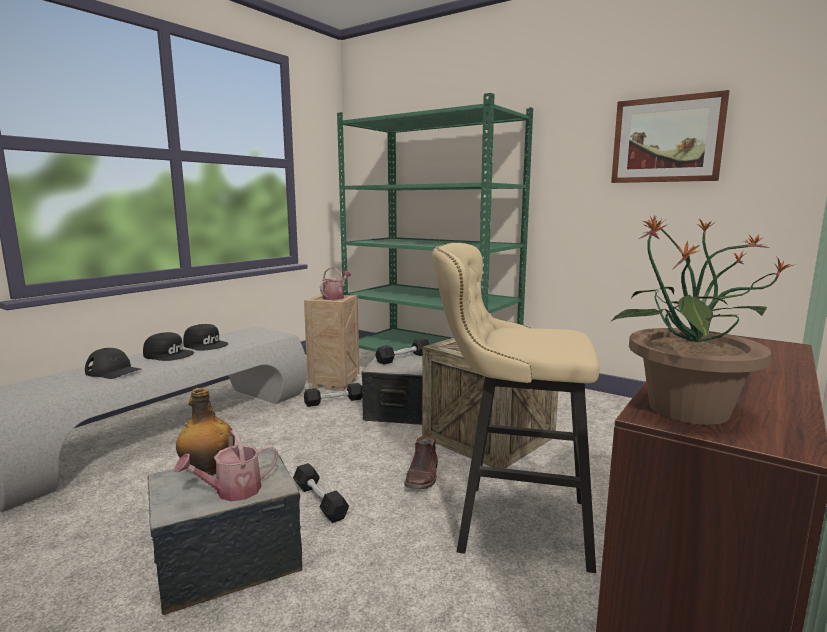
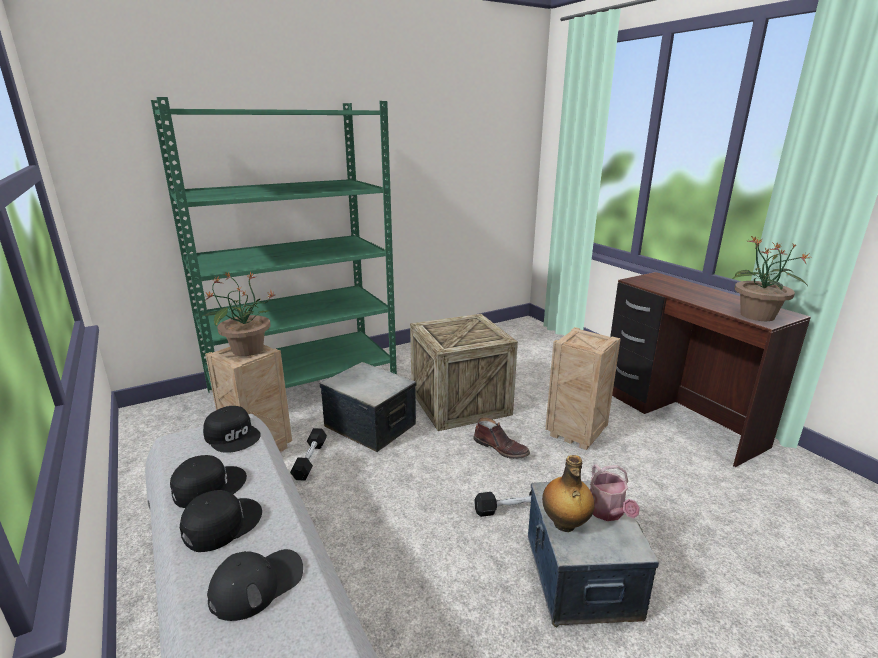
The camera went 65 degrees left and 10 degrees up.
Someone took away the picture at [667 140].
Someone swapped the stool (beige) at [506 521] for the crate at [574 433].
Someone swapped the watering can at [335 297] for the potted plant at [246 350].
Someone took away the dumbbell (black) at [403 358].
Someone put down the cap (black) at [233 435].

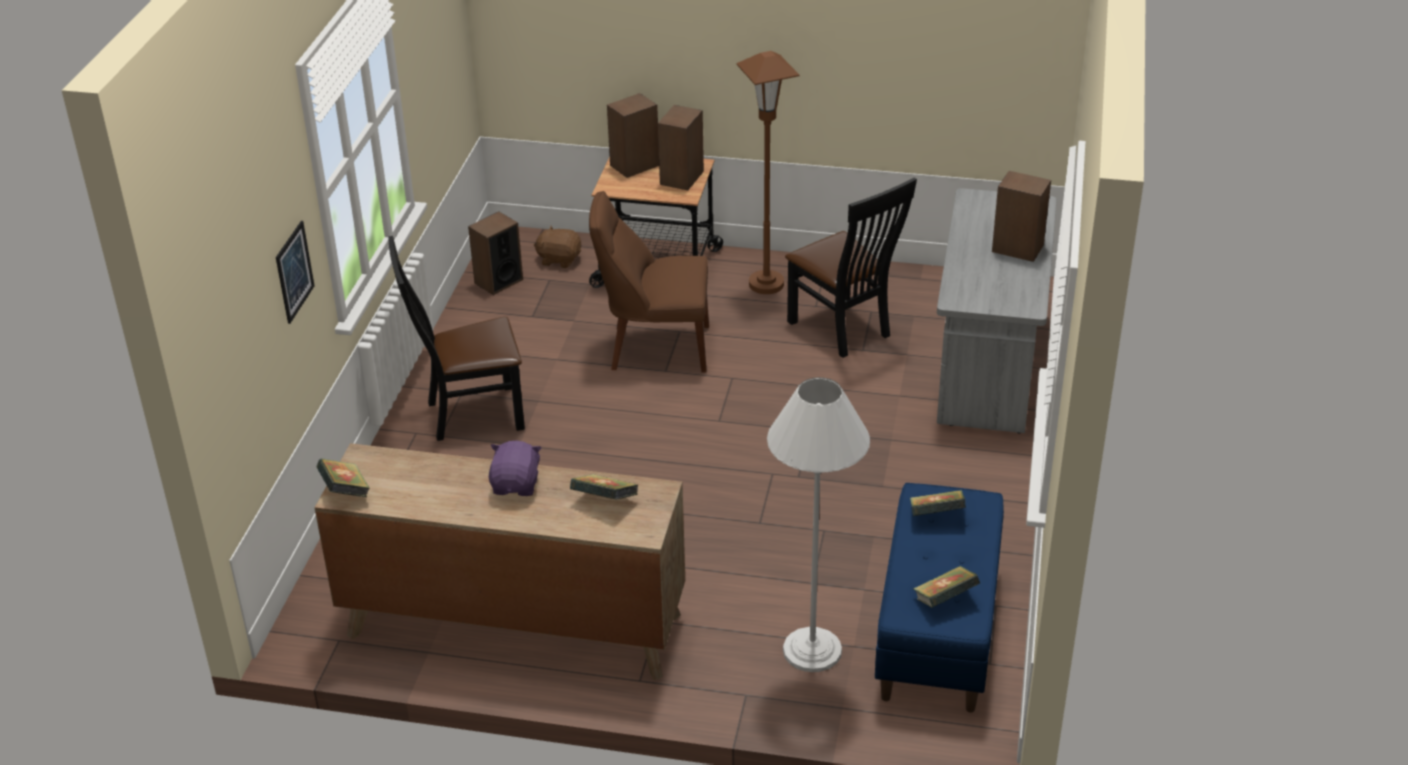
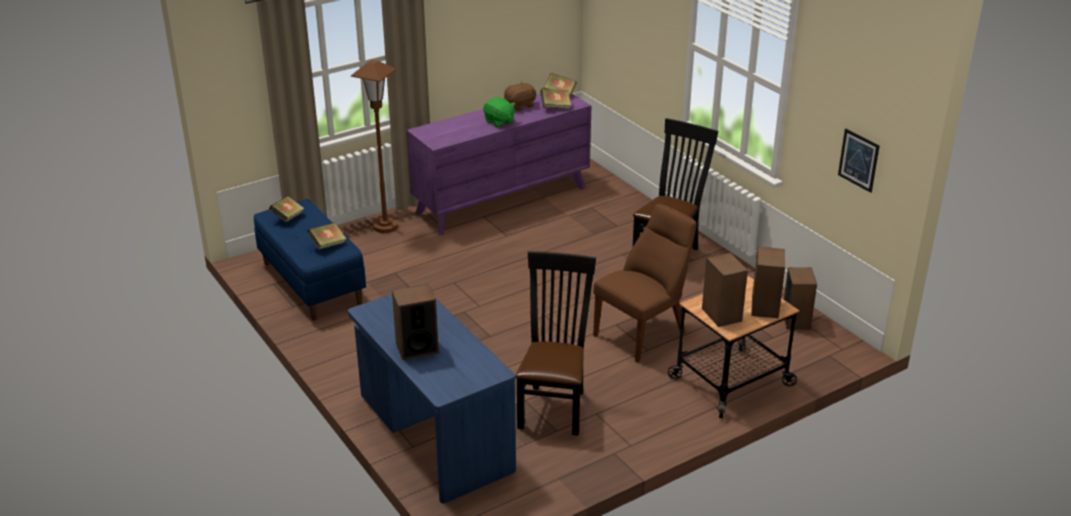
The camera went 135 degrees right and 5 degrees down.
Someone carried the floor lamp (brown) from [766 284] to [385 226].
Someone rotated the chair (black) at [844 330] by 90 degrees clockwise.
Someone repainted the desk (grey) at [989 366], which became the desk (blue) at [433 435].
Someone carried the picture from [294 272] to [858 160].
Someone carried the plush toy (brown) from [559 259] to [520 106].
Someone took away the floor lamp (white) at [812 650].
Someone repainted the plush toy (purple) at [516 485], which became the plush toy (green) at [499 121].
Someone repainted the dresser (brown) at [513 625], which became the dresser (purple) at [502 200].
Someone carried the book from [605 501] to [555 107].

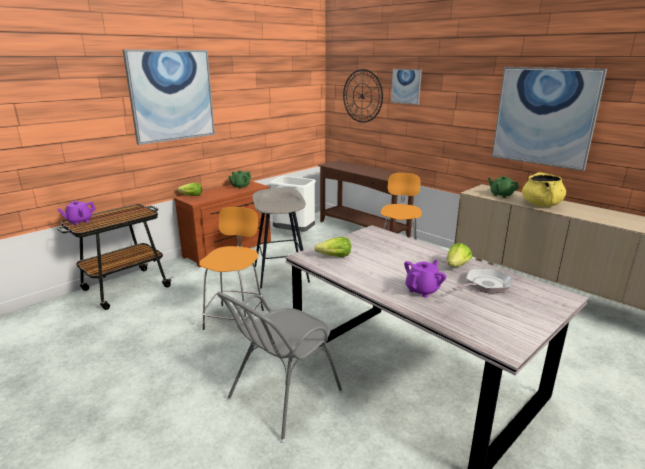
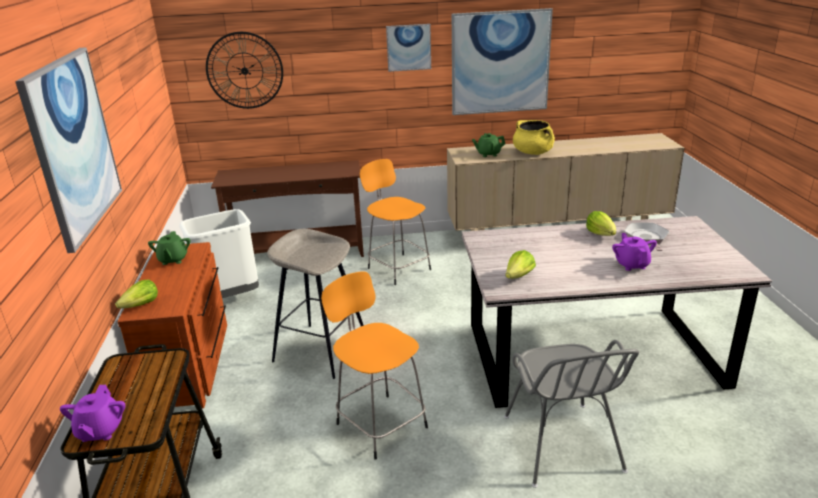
The camera went 50 degrees left and 5 degrees up.
Someone carried the picture from [406 86] to [408 47].

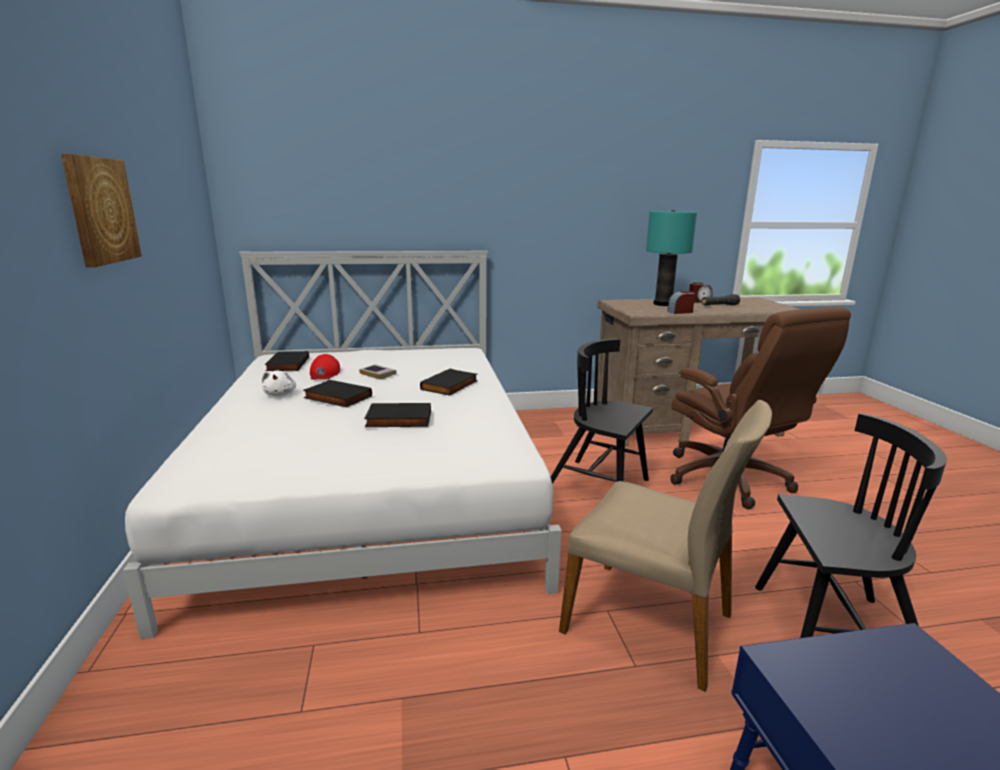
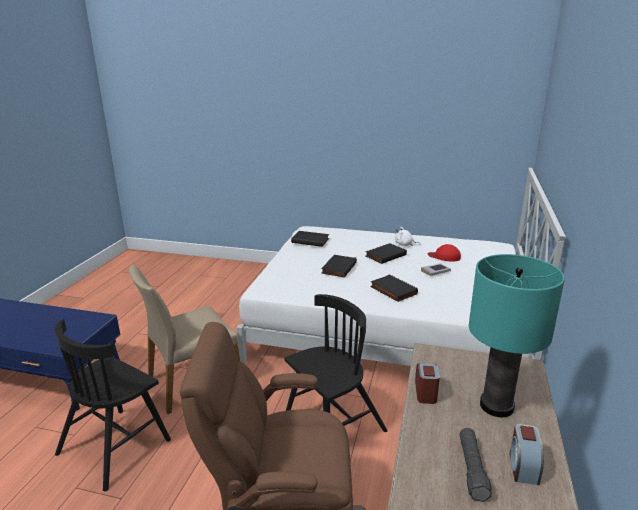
The camera went 115 degrees right and 5 degrees up.
Someone took away the picture at [100 210].
Someone carried the book (black) from [287 364] to [310 240].

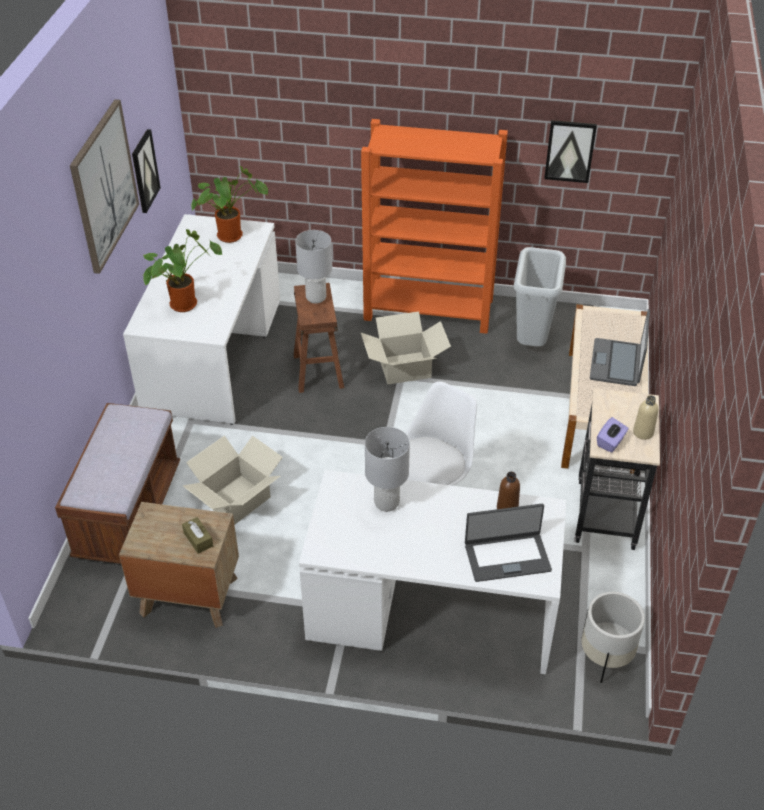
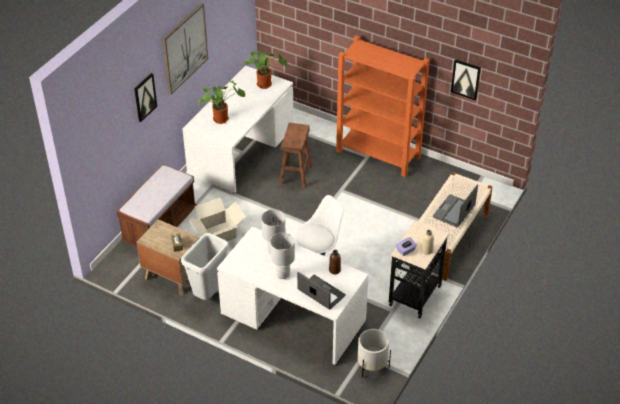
The camera went 20 degrees right and 0 degrees up.
Someone carried the picture from [144 171] to [144 97].
Someone carried the table lamp (grey) from [316 299] to [283 275].
Someone carried the trash can (grey) from [532 342] to [209 295].
Someone took away the cardboard box at [404 367].
Someone rotated the laptop at [507 557] by 150 degrees counterclockwise.

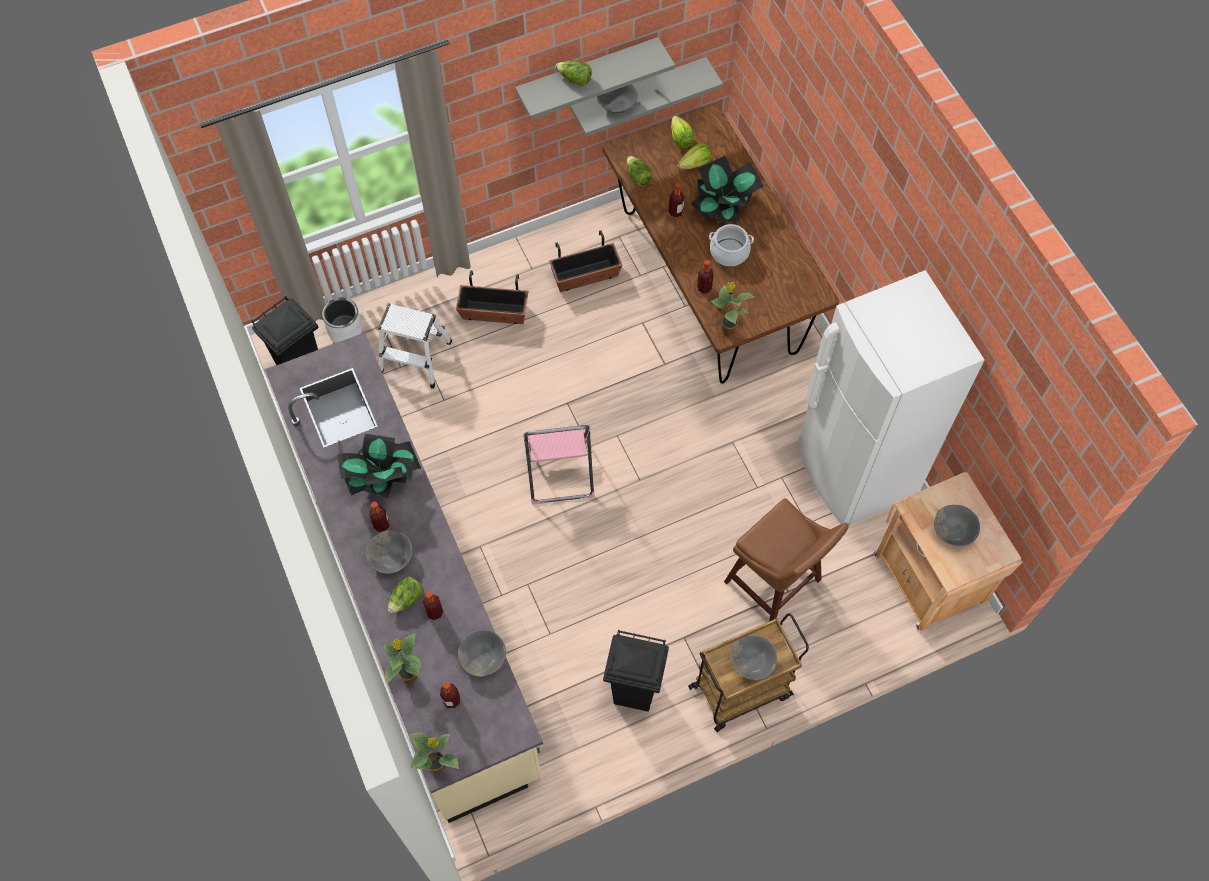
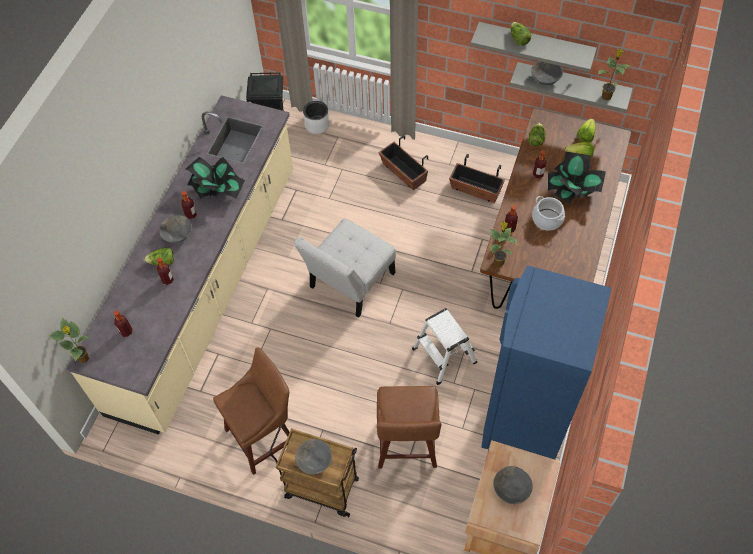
The camera went 45 degrees right and 5 degrees down.
Someone repainted the fridge (white) at [854 472], which became the fridge (blue) at [524 423].
Someone carried the step ladder (white) from [415 357] to [444 355].
Someone swapped the step ladder (pink) at [559 473] for the chair (white) at [349 283].
Someone took away the bowl (grey) at [483 657].
Someone swapped the trash can (black) at [635 692] for the chair (brown) at [265 435].
Someone carried the potted plant from [409 675] to [606 96].

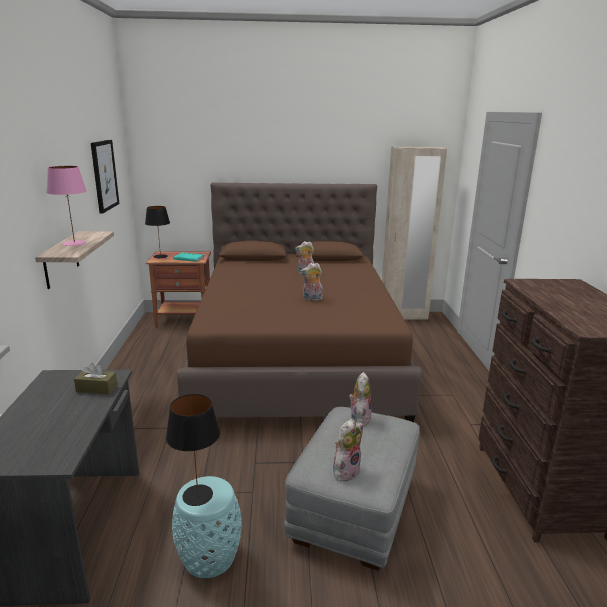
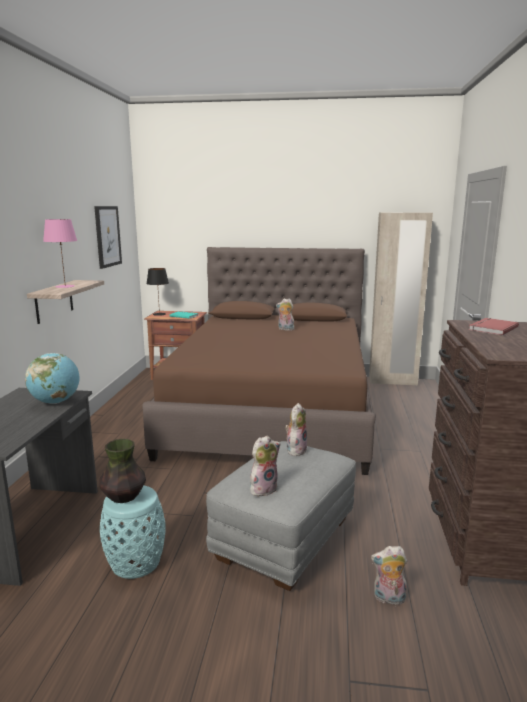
The camera went 10 degrees right and 5 degrees down.
Someone carried the plush toy from [312 299] to [388 599].
Someone swapped the tissue box (brown) at [97 388] for the globe at [56 402].
Someone swapped the table lamp (black) at [198 495] for the vase at [124 497].
Someone put down the book (red) at [491 328].

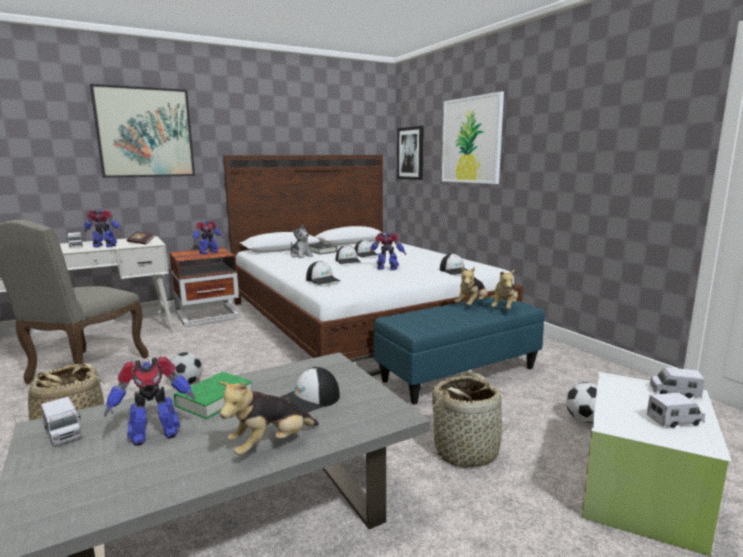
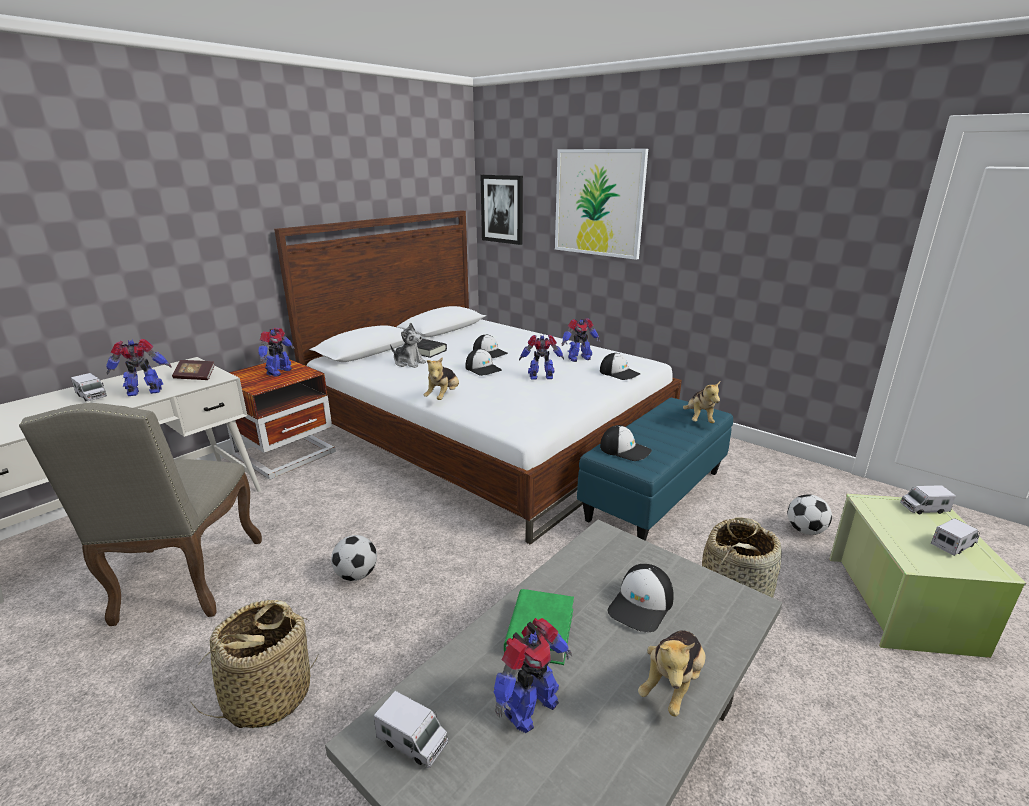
The camera went 20 degrees left and 10 degrees up.
Someone took away the picture at [145 133].
Someone carried the cap from [323 280] to [625 450].
Someone carried the plush toy from [472 305] to [443 396].
Someone repainted the storage box (white) at [643 491], which became the storage box (green) at [903 602].
Someone put down the toy robot at [578 358].

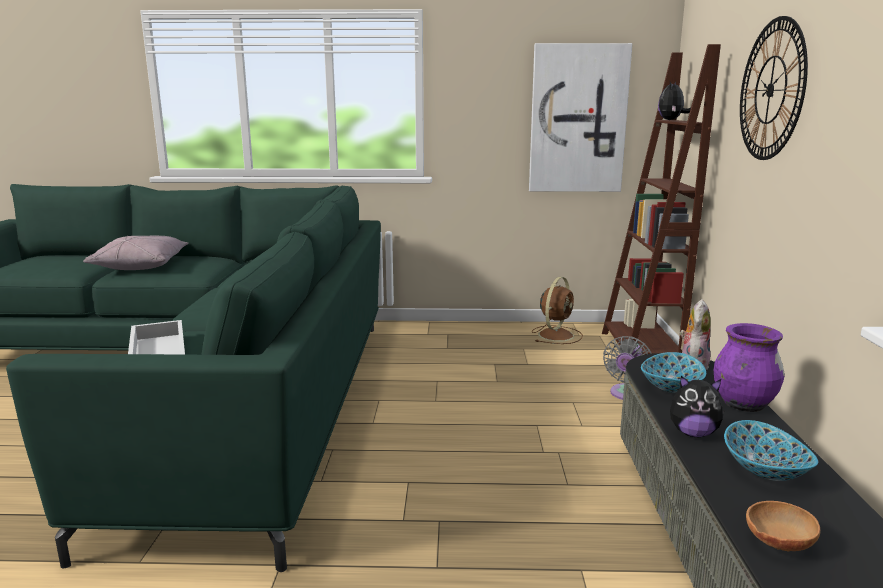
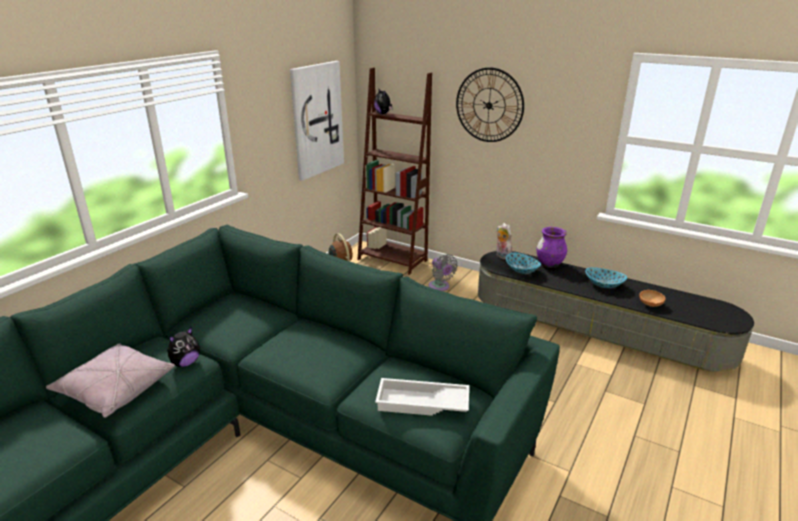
The camera went 60 degrees left and 10 degrees up.
Someone carried the plush toy from [693 433] to [185 363].

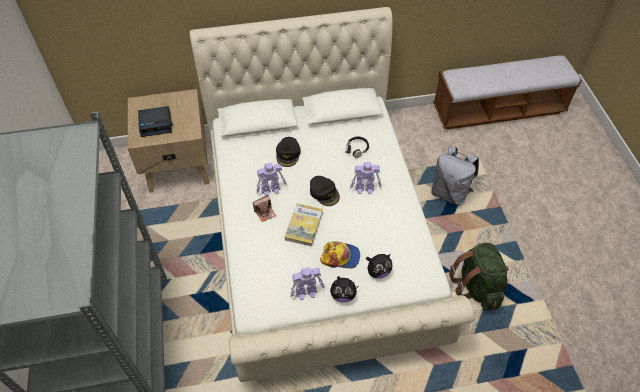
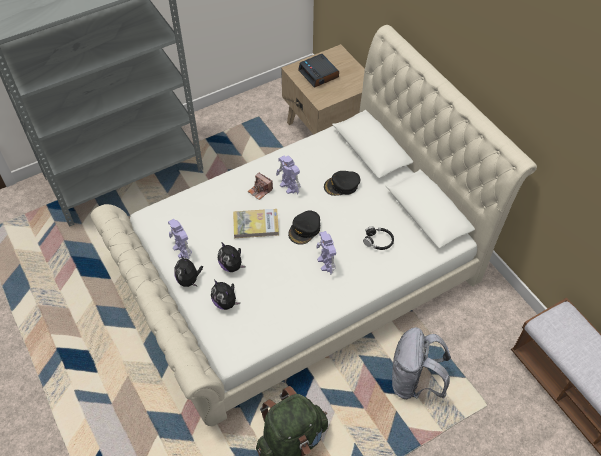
The camera went 70 degrees right and 0 degrees up.
Someone swapped the cap at [340 257] for the plush toy at [232 266].

